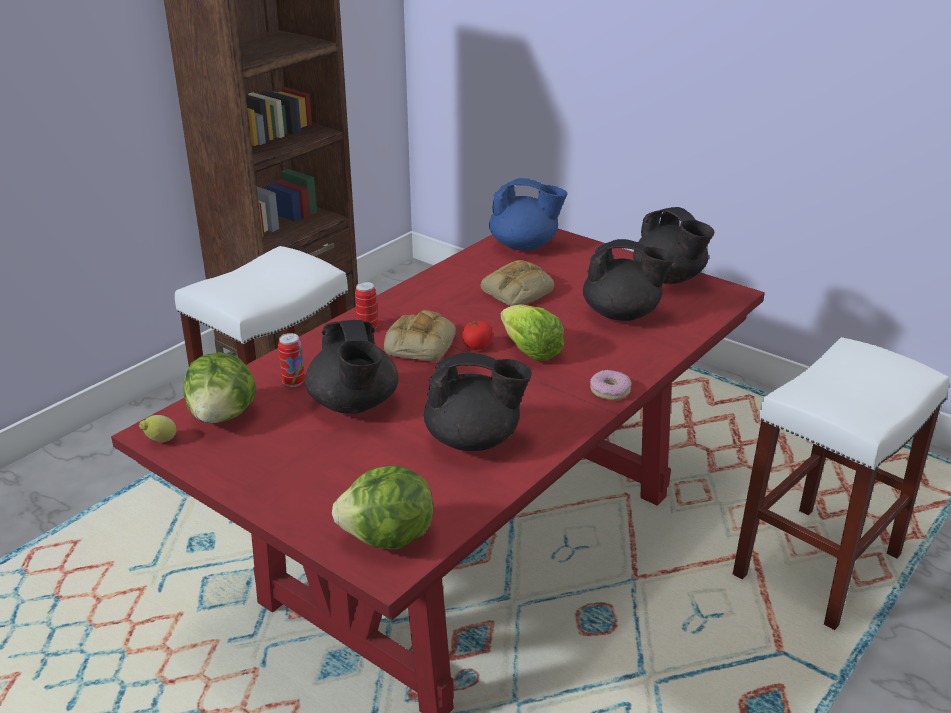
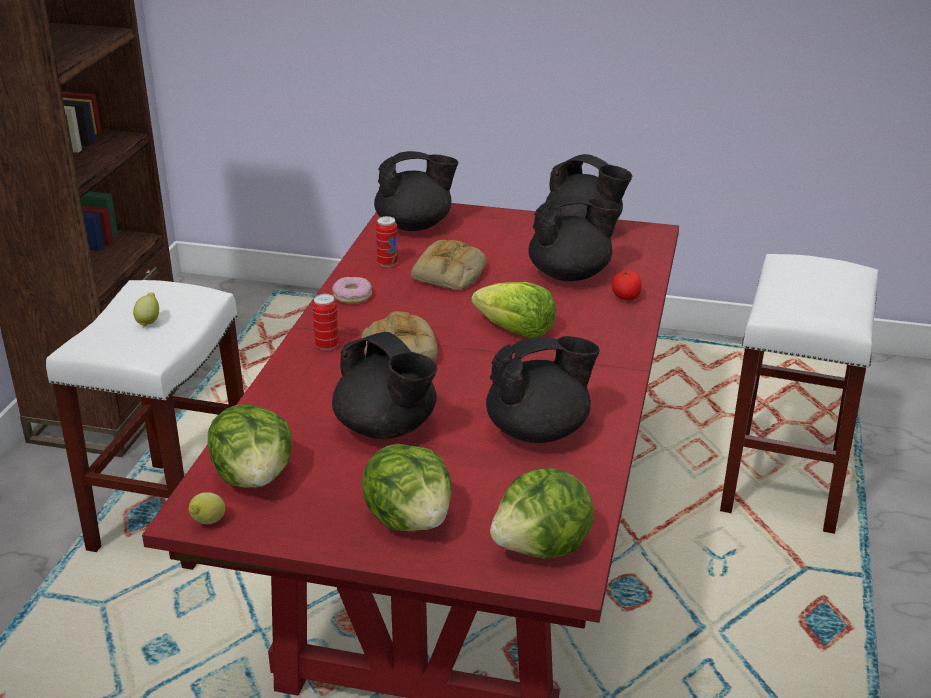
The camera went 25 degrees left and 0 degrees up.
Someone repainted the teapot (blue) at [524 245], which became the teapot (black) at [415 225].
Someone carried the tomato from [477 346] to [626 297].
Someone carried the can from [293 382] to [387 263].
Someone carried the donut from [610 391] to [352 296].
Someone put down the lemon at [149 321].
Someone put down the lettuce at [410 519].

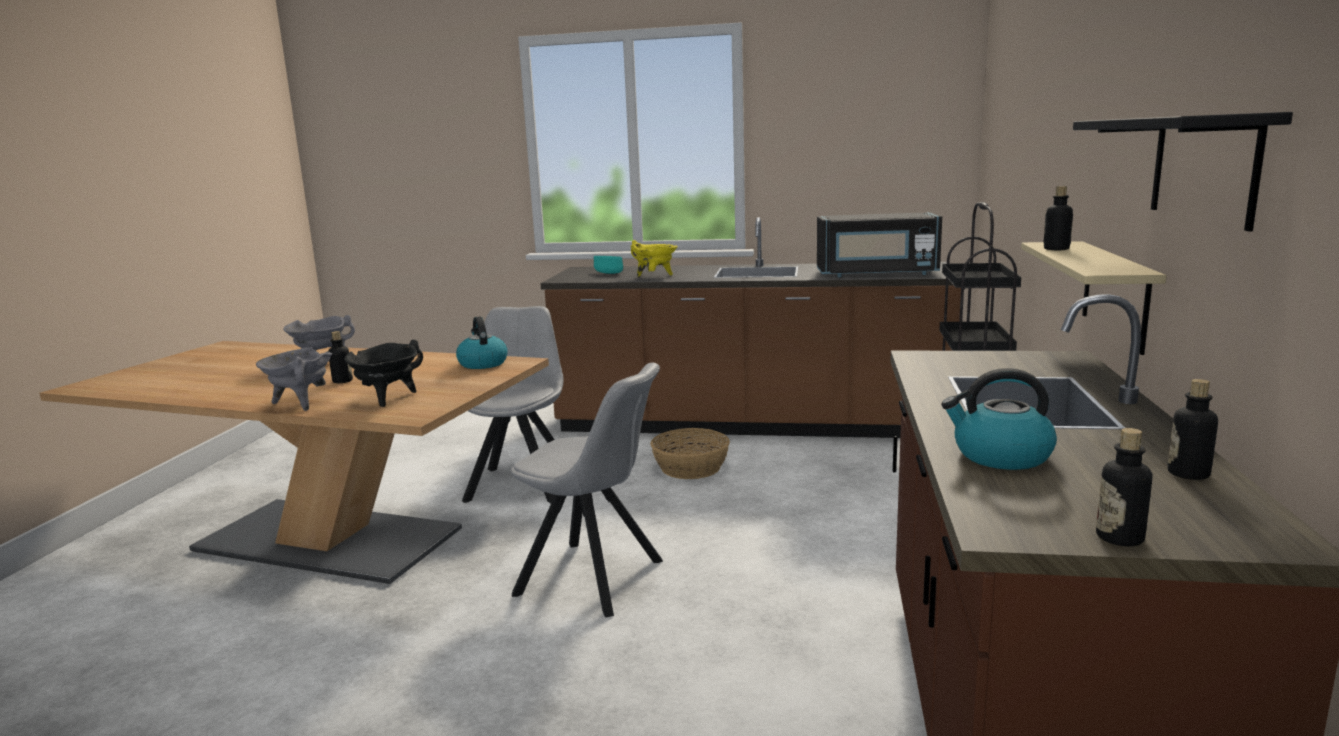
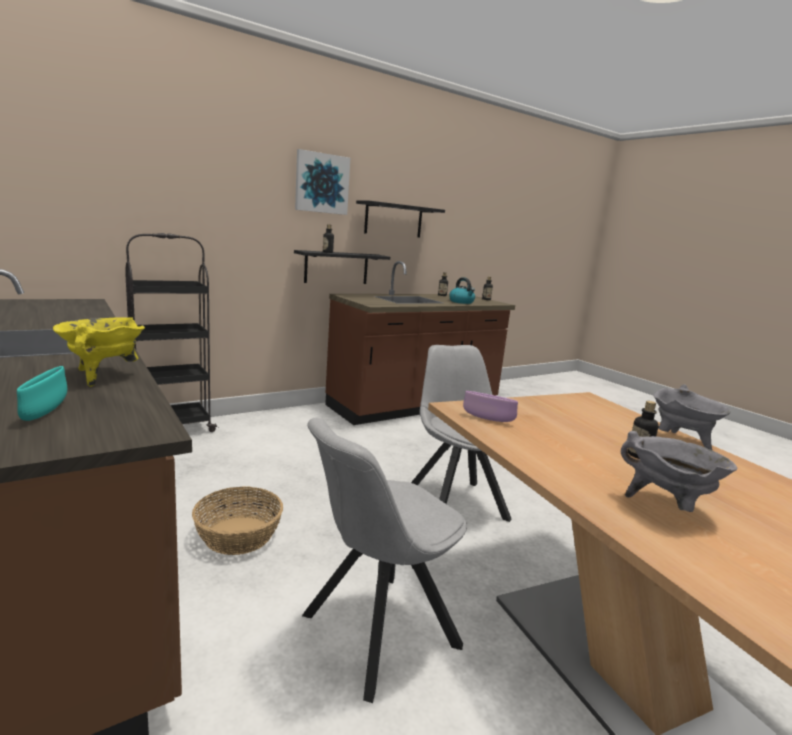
The camera went 135 degrees left and 0 degrees up.
Someone took away the microwave (black) at [876 274].
Someone repainted the shelf (beige) at [1115 294], which became the shelf (black) at [336 267].
Someone swapped the kettle at [482 363] for the bowl (purple) at [488 419].
Someone took away the cooking pot (black) at [388 399].
Someone put up the picture at [322 183].

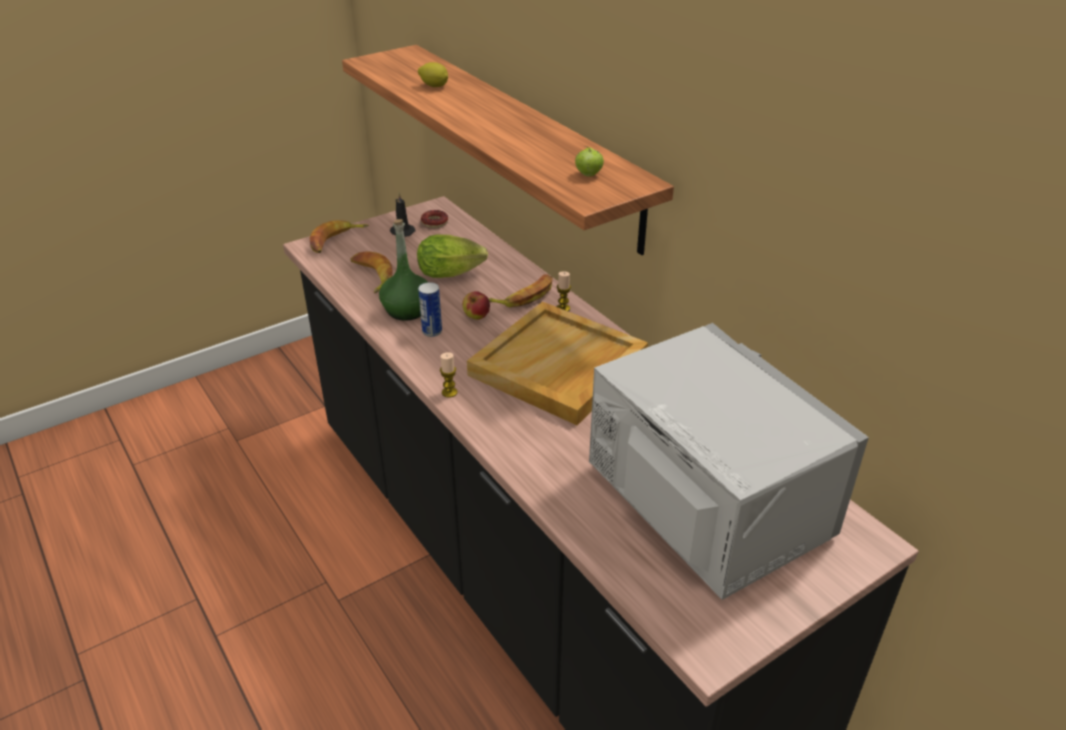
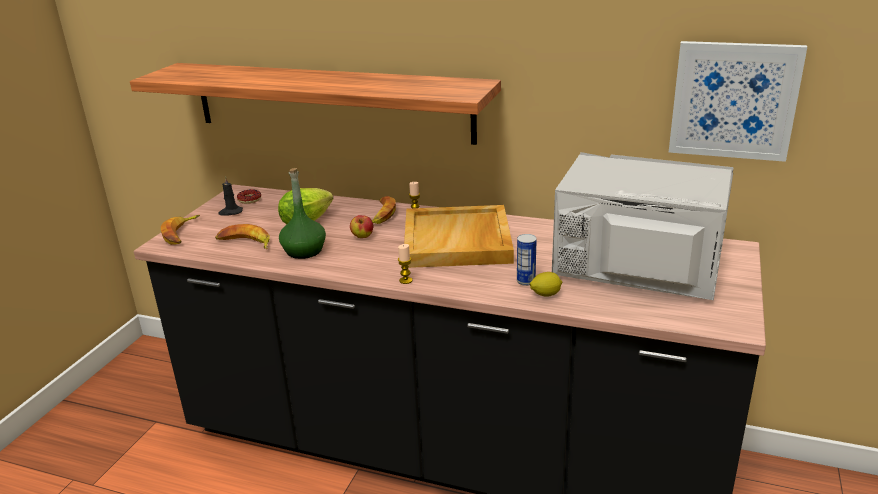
The camera went 35 degrees left and 10 degrees down.
Someone carried the lemon from [434 86] to [545 294].
Someone took away the apple at [588 174].
Someone carried the can from [432 331] to [526 281].
Someone put up the picture at [733 100].

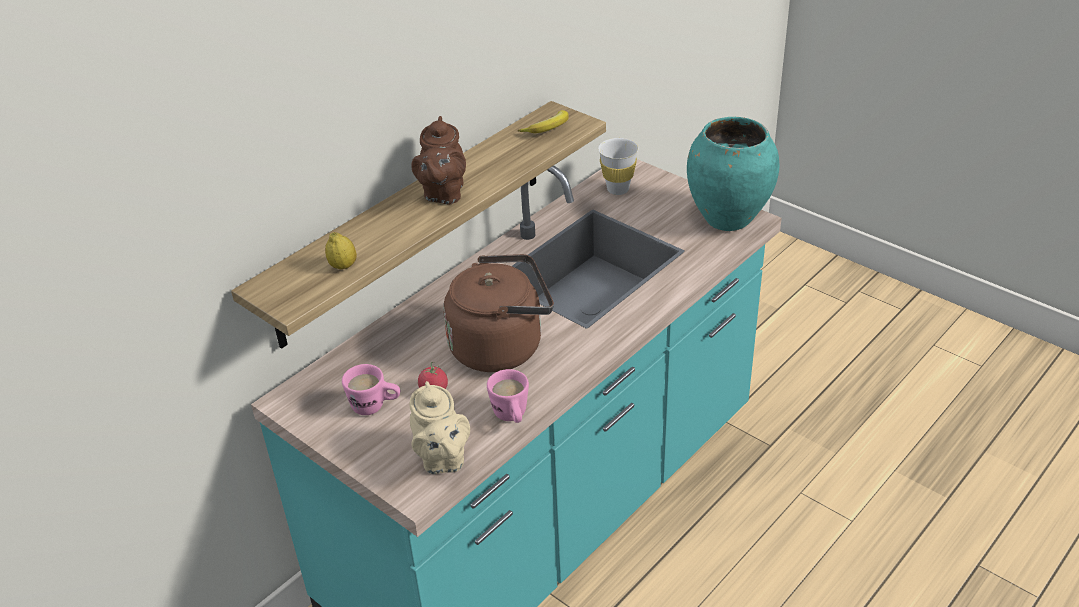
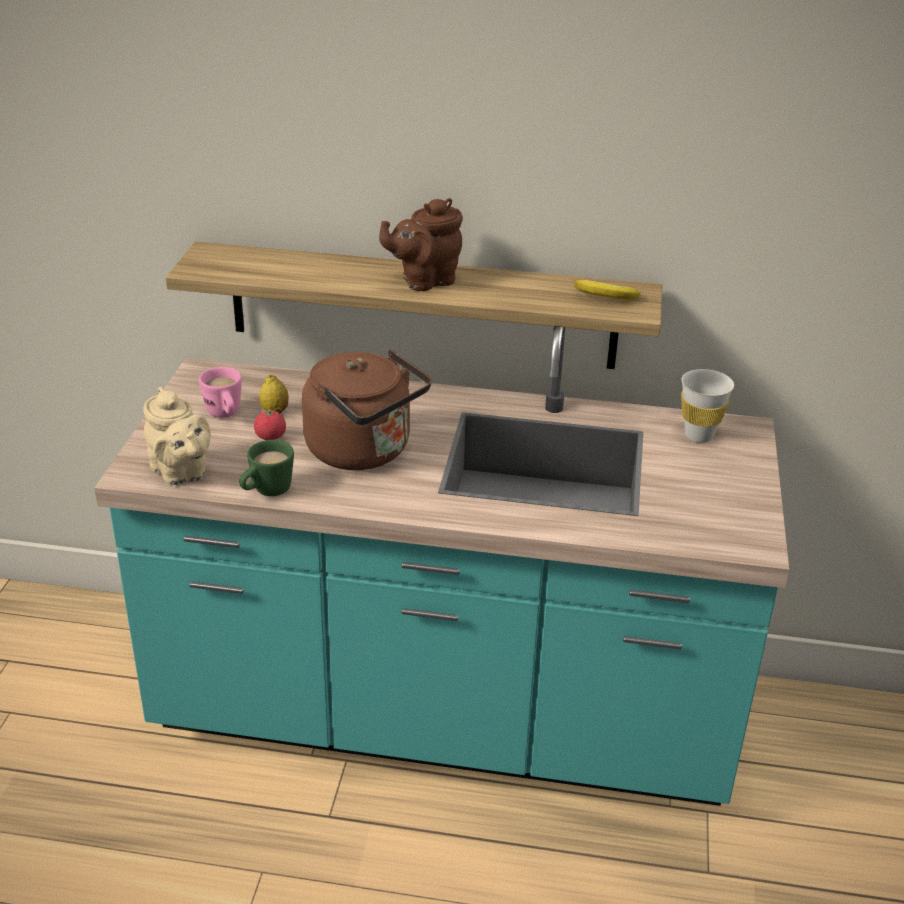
The camera went 55 degrees right and 5 degrees down.
Someone took away the vase (turquoise) at [727 219].
Someone carried the lemon from [343 266] to [274 411].
Someone repainted the mug (pink) at [512 417], which became the mug (green) at [266 492].
Someone rotated the teapot (beige) at [441 460] by 75 degrees counterclockwise.

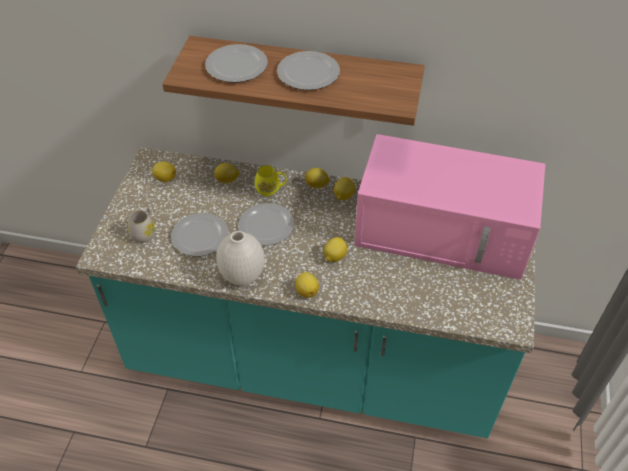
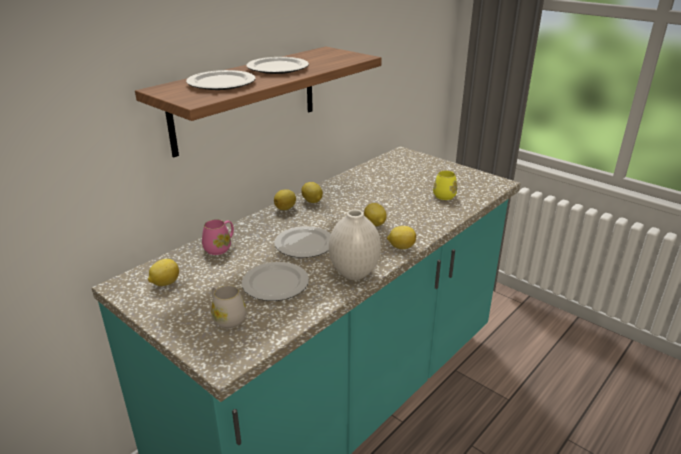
The camera went 60 degrees left and 20 degrees down.
Someone took away the microwave (pink) at [445 230].
Someone swapped the lemon at [227 180] for the mug (pink) at [220 247].
Someone carried the mug (yellow) from [271 189] to [445 194].

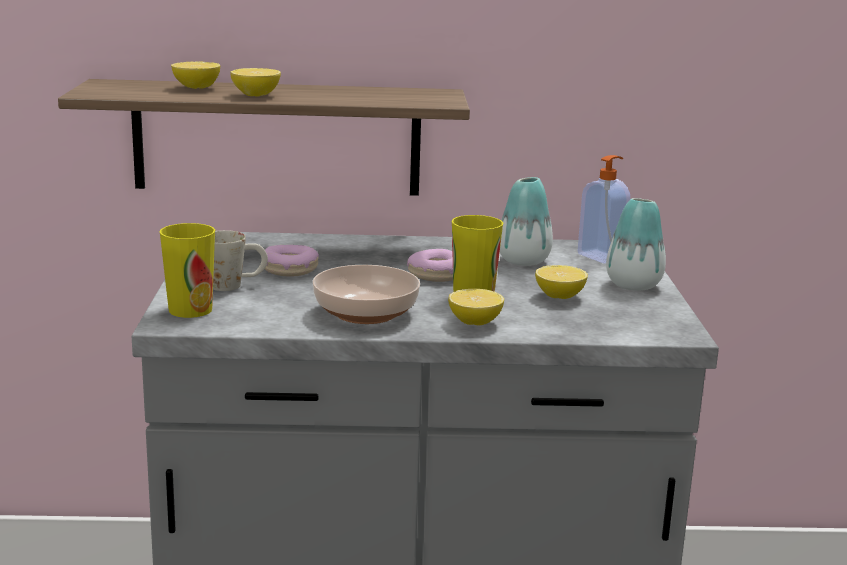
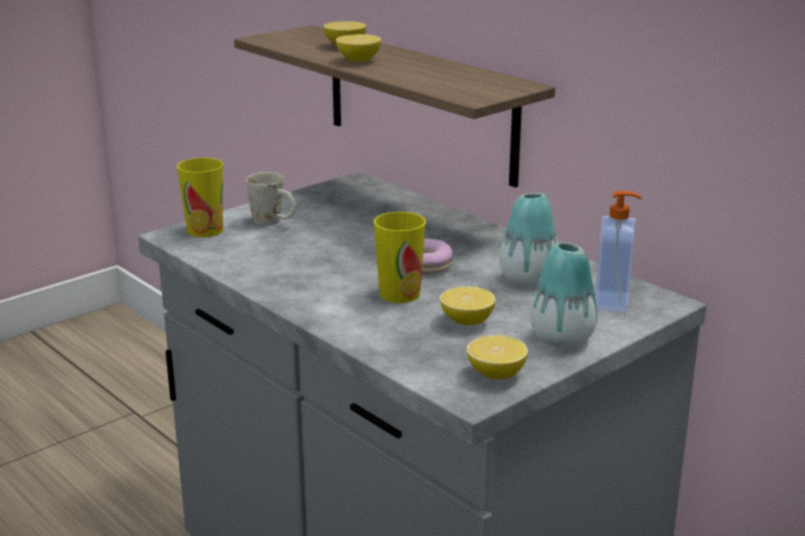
The camera went 50 degrees right and 5 degrees up.
Someone took away the donut at [290 269].
Someone took away the bowl at [364 313].
Someone carried the lemon from [475 322] to [496 374].

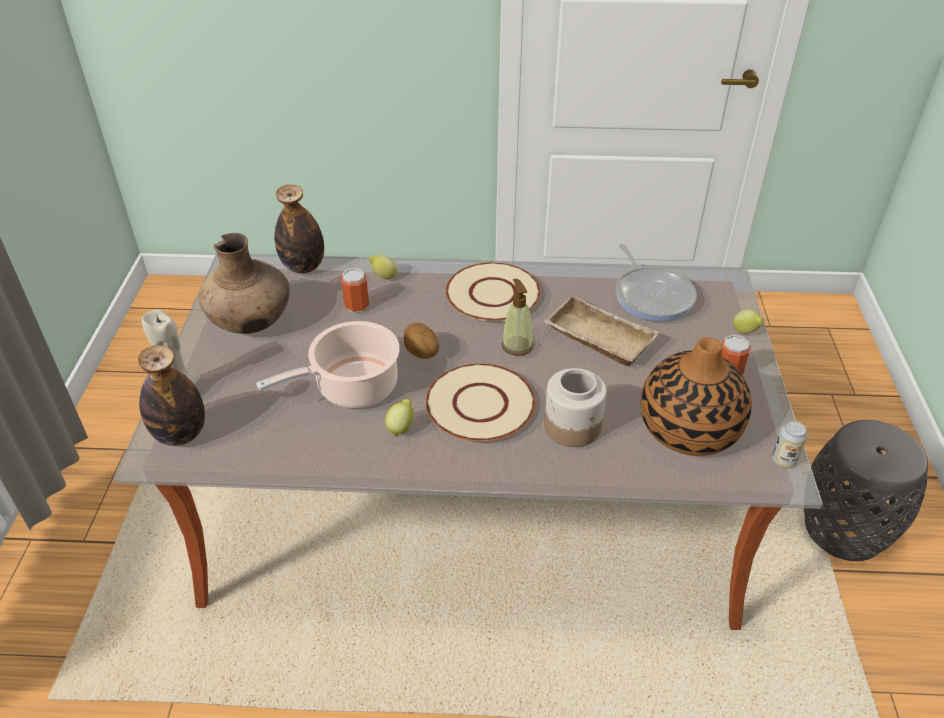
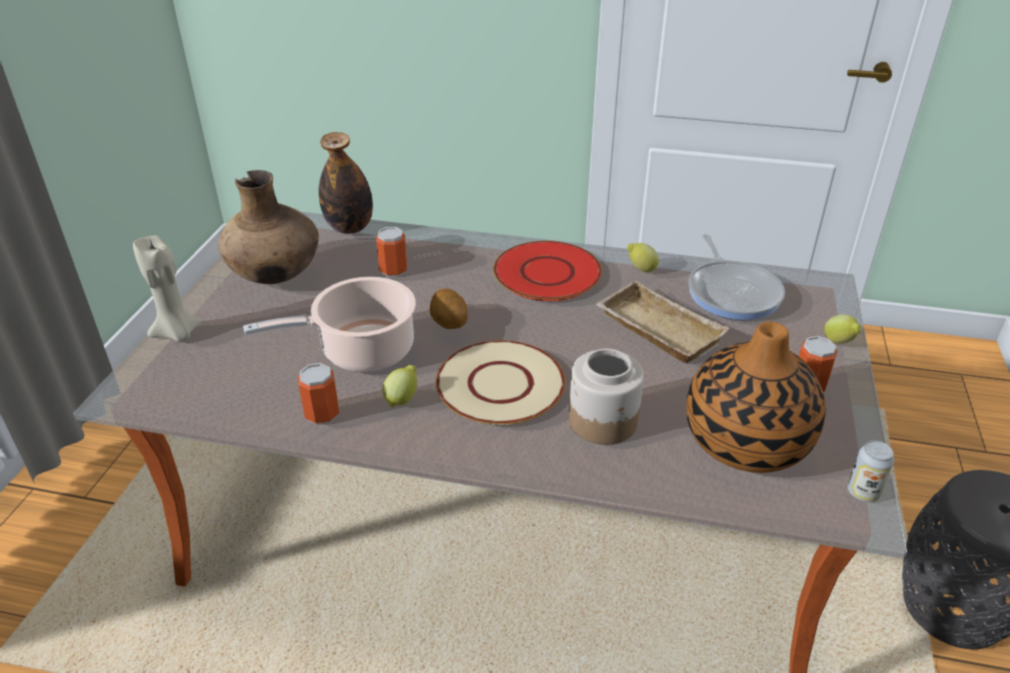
The camera went 10 degrees right and 5 degrees down.
Someone carried the lemon from [383 276] to [641 269].
Someone repainted the plate (beige) at [493 293], which became the plate (red) at [547 272].
Someone took away the soap dispenser at [517 345].
Someone took away the bottle at [180 434].
Someone put down the can at [322 414].

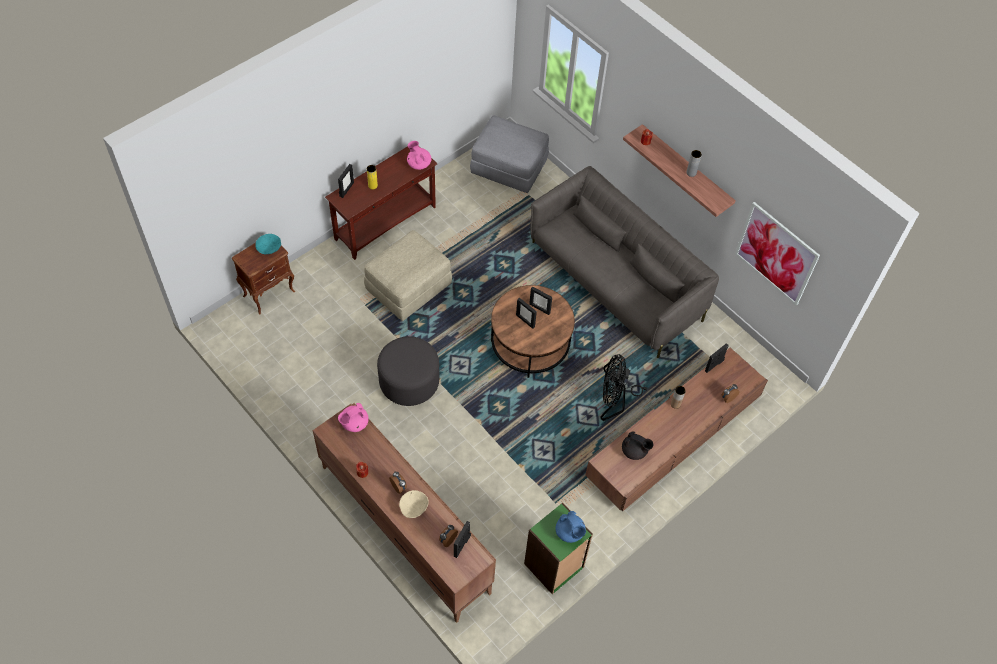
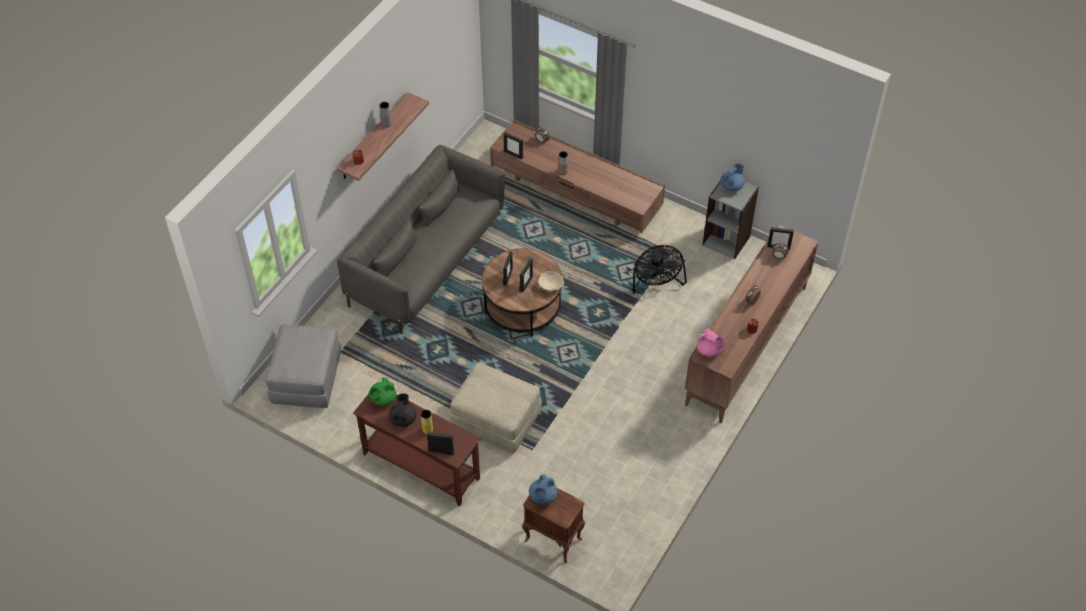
The camera went 105 degrees left and 5 degrees down.
Someone repainted the teapot (pink) at [419 164], which became the teapot (green) at [383 399].
Someone took away the picture at [776 253].
Someone swapped the bowl (turquoise) at [269 248] for the teapot (blue) at [542 497].
Someone took away the ottoman (grey) at [409 381].
Someone carried the fan (black) from [616 396] to [653 281].
Someone carried the teapot (black) from [634 451] to [403 419].
Someone carried the bowl (beige) from [414 508] to [551 286].
Someone repainted the bookcase (green) at [554 566], which became the bookcase (grey) at [726 240].

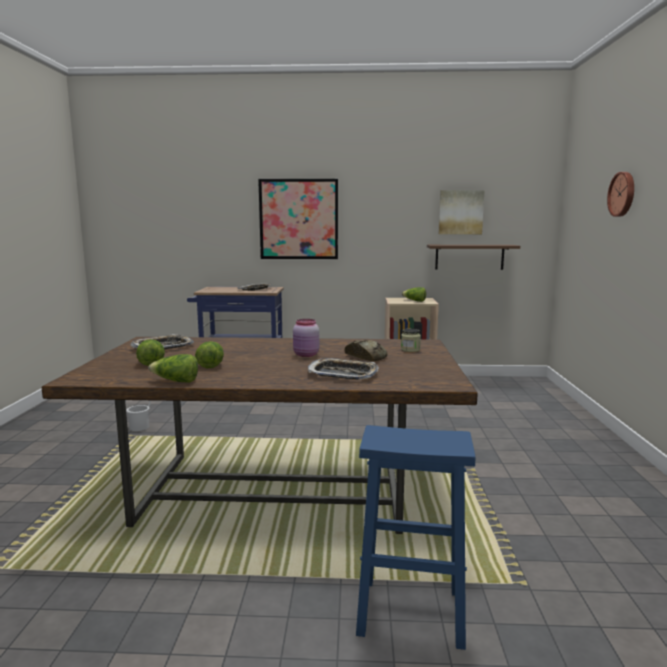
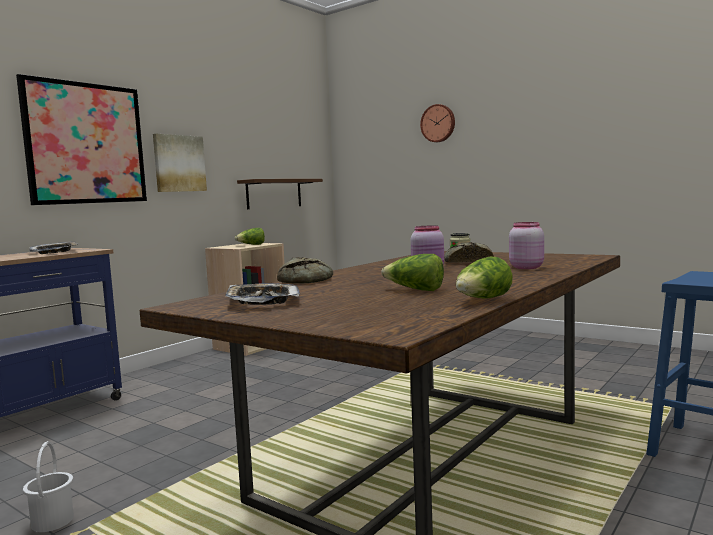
The camera went 55 degrees left and 5 degrees down.
Someone carried the picture from [460 212] to [179 163].
Someone took away the lettuce at [151 362].
Someone swapped the tray at [342 374] for the jar (pink) at [526 267].
Someone put down the bread at [308 280].

